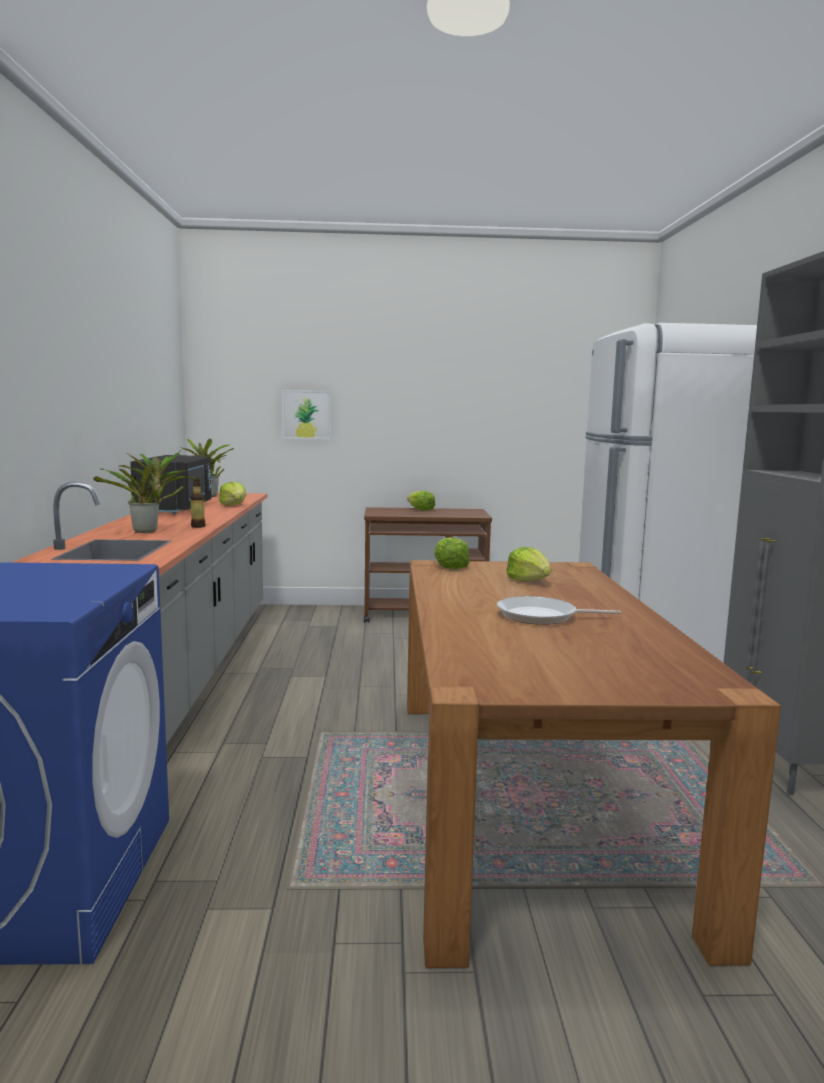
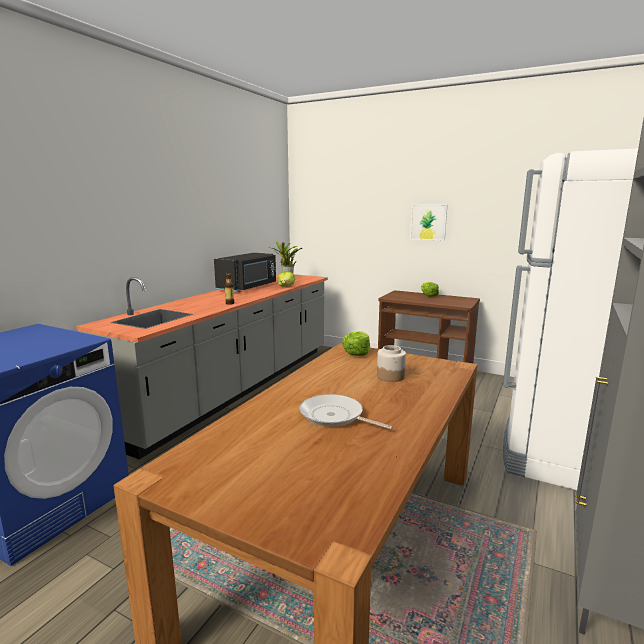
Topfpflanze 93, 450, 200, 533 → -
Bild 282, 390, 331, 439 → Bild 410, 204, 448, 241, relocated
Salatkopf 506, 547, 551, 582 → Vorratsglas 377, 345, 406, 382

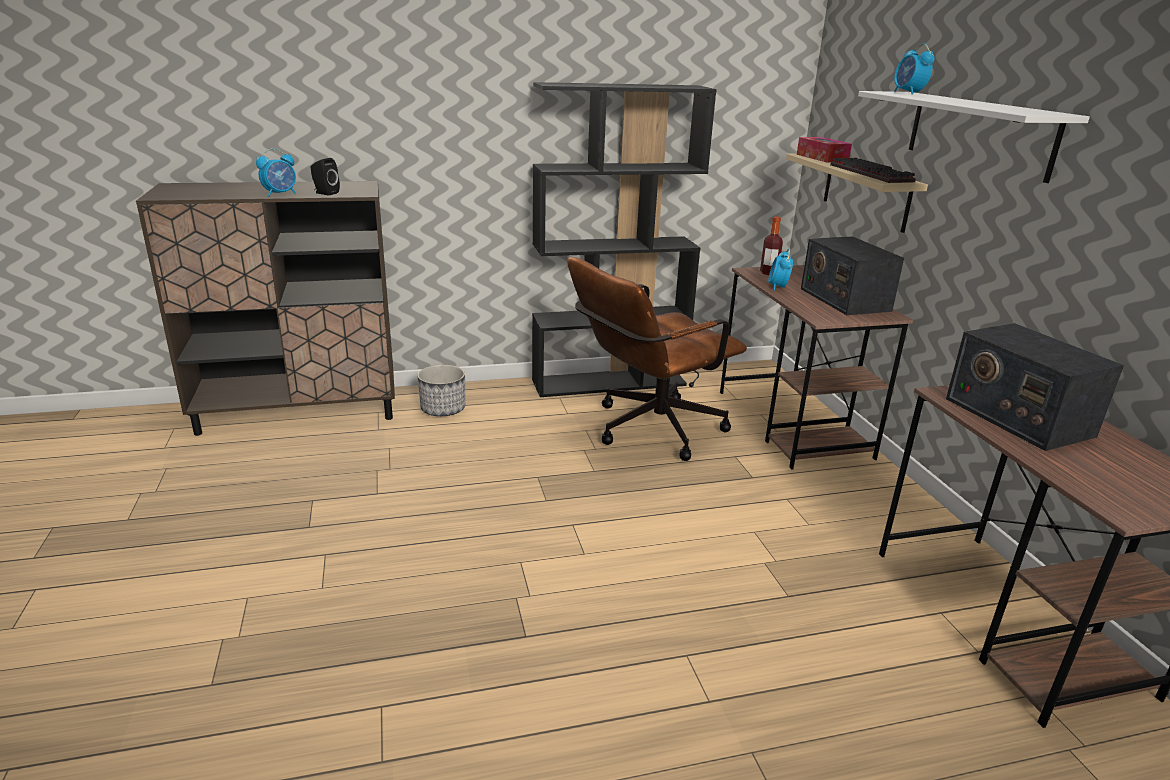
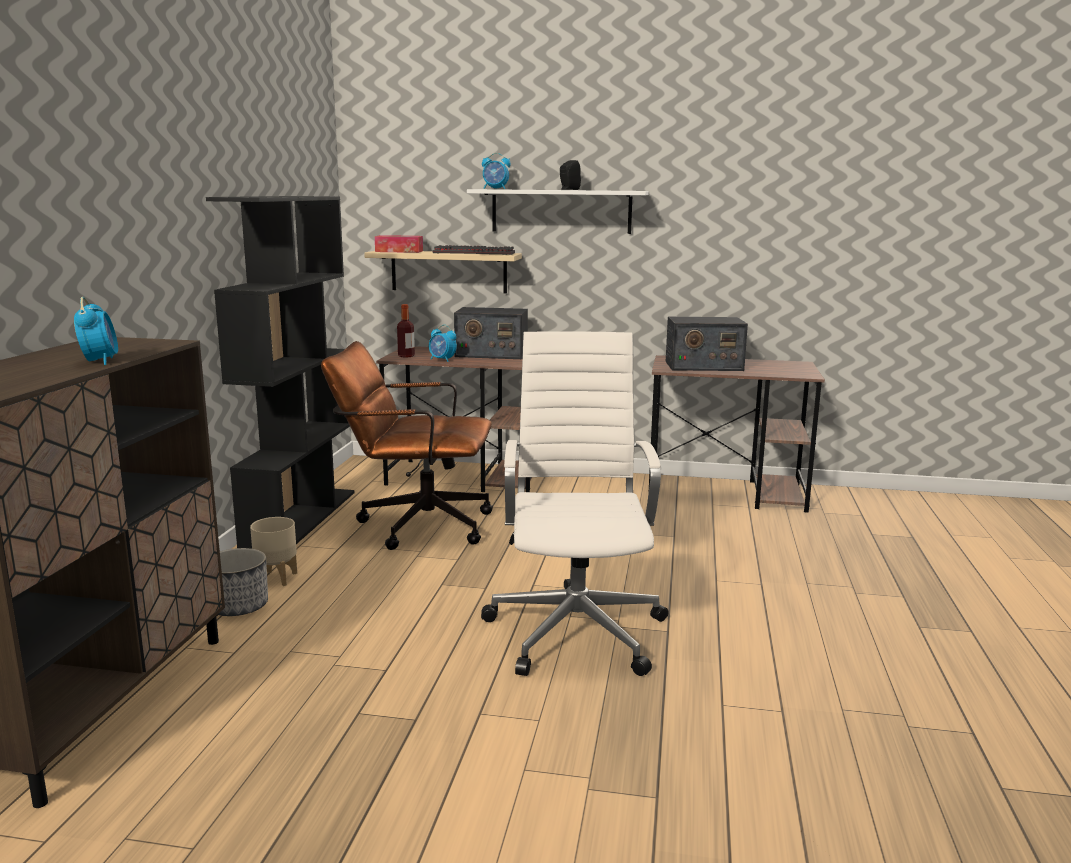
Lautsprecher (schwarz) 311, 158, 340, 195 → Lautsprecher (schwarz) 560, 160, 581, 190, relocated
Bürostuhl (braun) 567, 257, 747, 461 → Bürostuhl (braun) 321, 341, 493, 550, 105 degrees clockwise
- → Pflanzkübel (beige) 250, 517, 297, 586
- → Bürostuhl (weiß) 481, 331, 669, 676

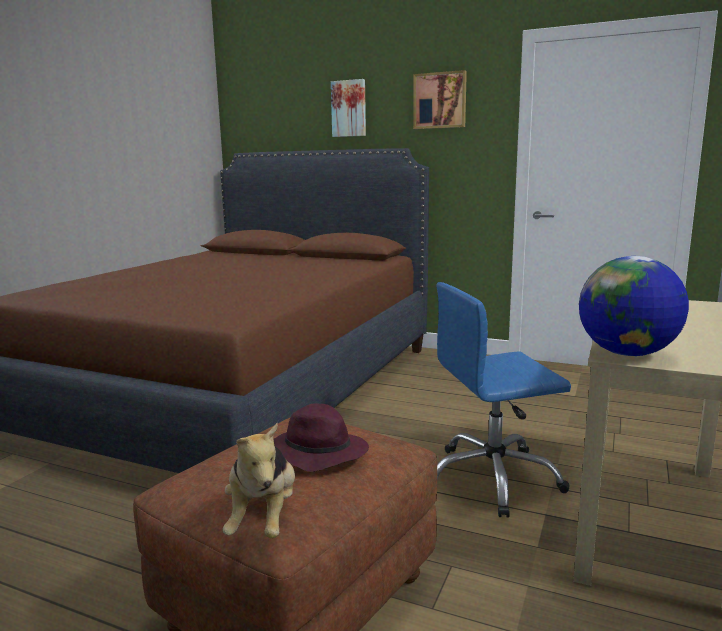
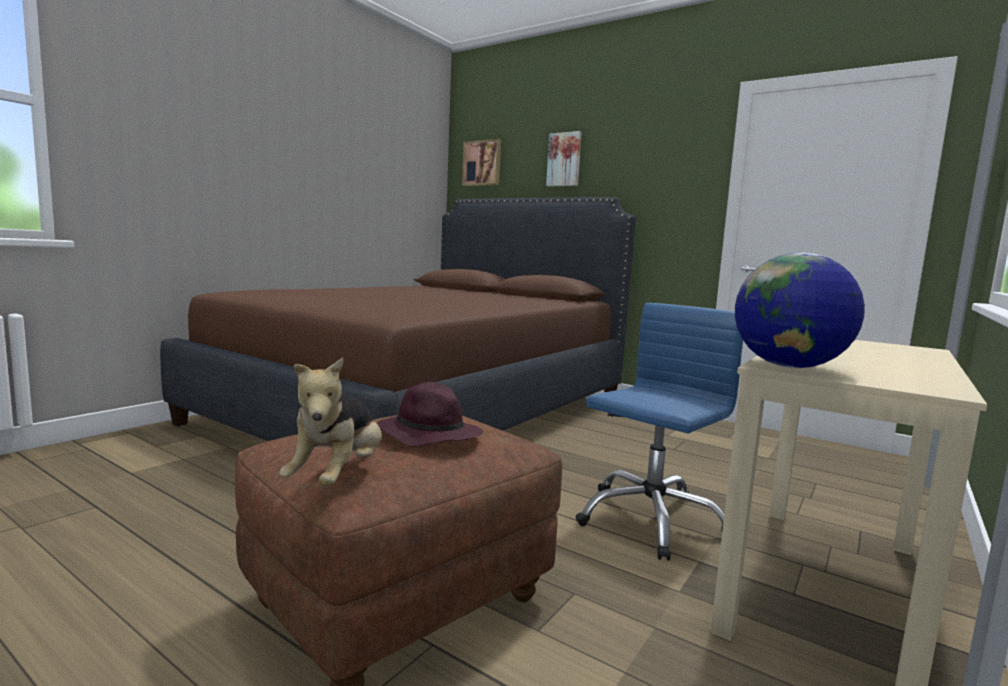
Bild 413, 70, 467, 129 → Bild 462, 139, 501, 186, relocated
Bürostuhl (blau) 436, 282, 571, 518 → Bürostuhl (blau) 575, 303, 743, 561, 135 degrees clockwise

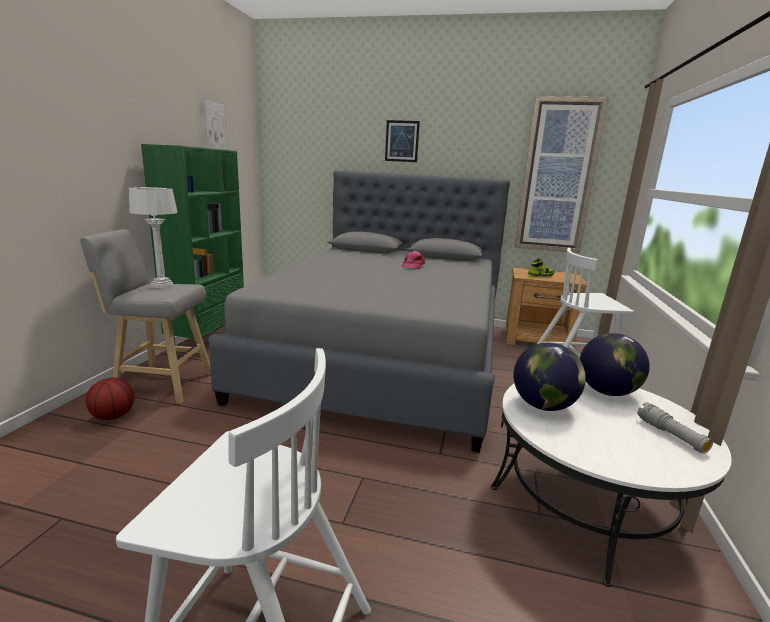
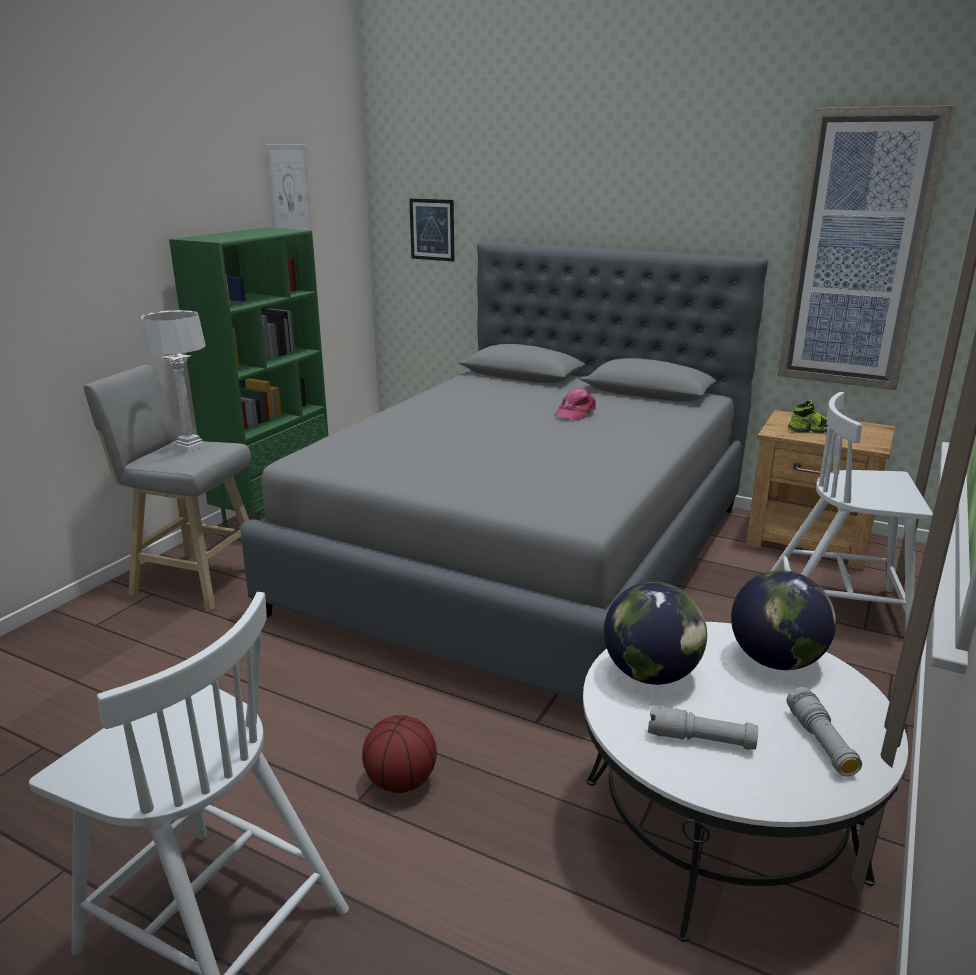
Basketball 85, 377, 135, 420 → Basketball 362, 715, 437, 793, relocated
Bild 385, 120, 420, 162 → Bild 409, 198, 455, 262, relocated
- → Taschenlampe (grau) 648, 705, 758, 750

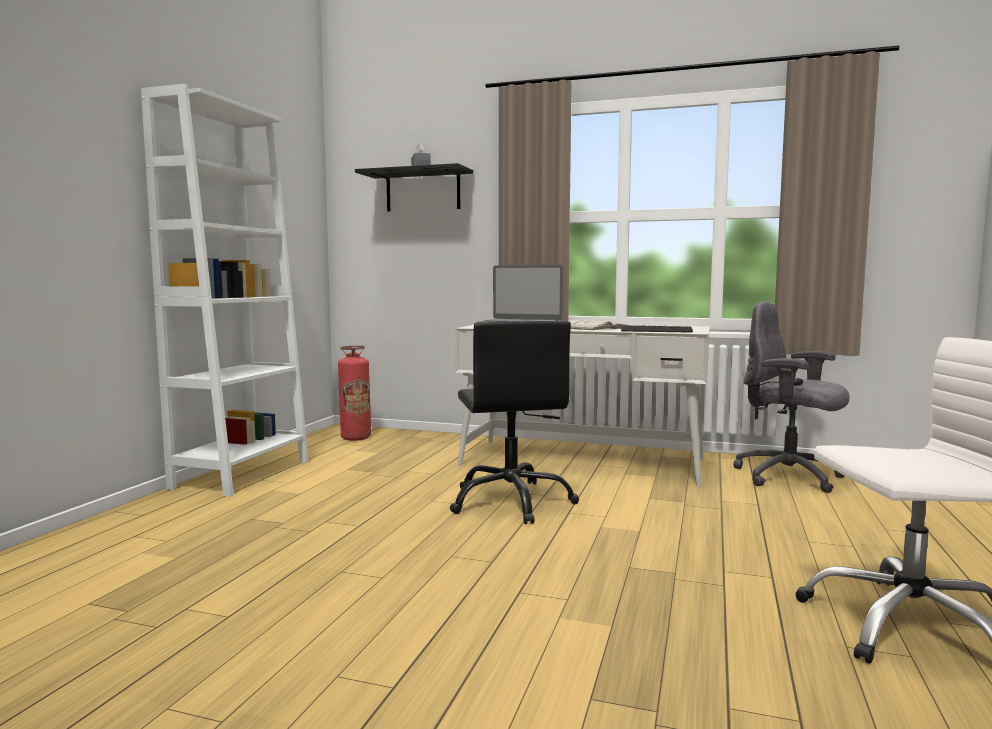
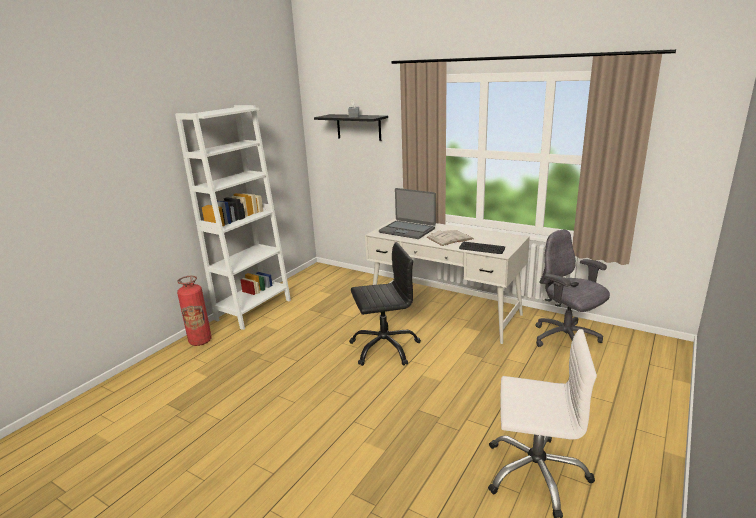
Feuerlöscher 338, 345, 371, 441 → Feuerlöscher 177, 276, 212, 346, relocated
Bürostuhl (schwarz) 450, 321, 579, 524 → Bürostuhl (schwarz) 349, 242, 421, 366, 105 degrees counterclockwise

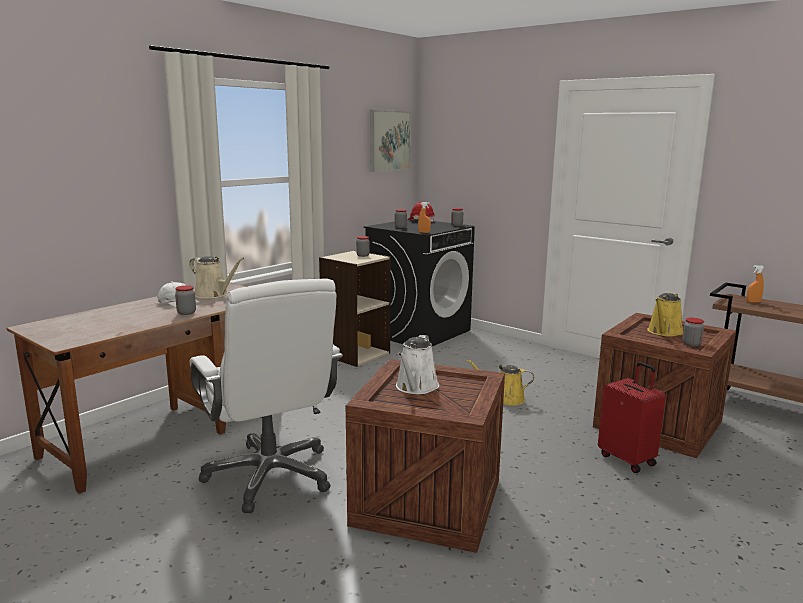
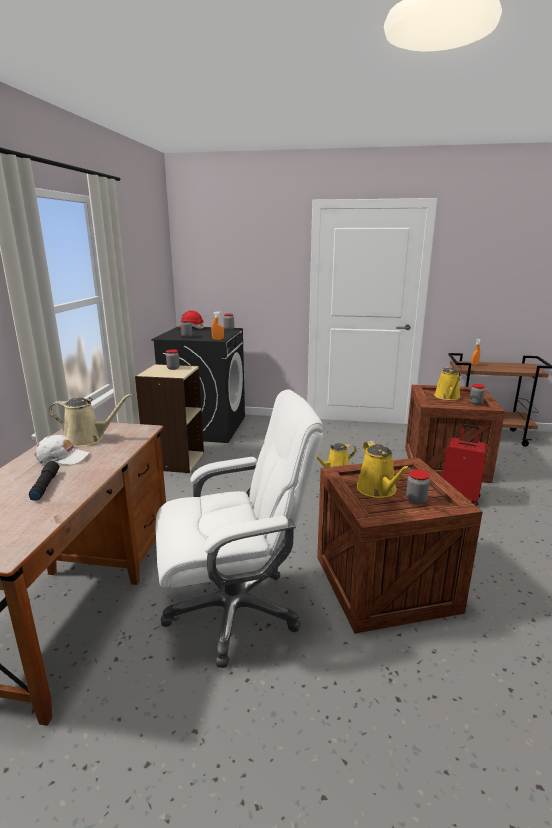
Vorratsglas 175, 285, 196, 315 → Vorratsglas 406, 470, 430, 504, relocated
Bürostuhl (weiß) 189, 279, 343, 513 → Bürostuhl (weiß) 156, 389, 324, 668, 45 degrees counterclockwise
Bild 370, 110, 411, 172 → -
Gießkanne (weiß) 396, 335, 439, 394 → Gießkanne (gelb) 357, 441, 410, 498
- → Taschenlampe (schwarz) 29, 461, 59, 500

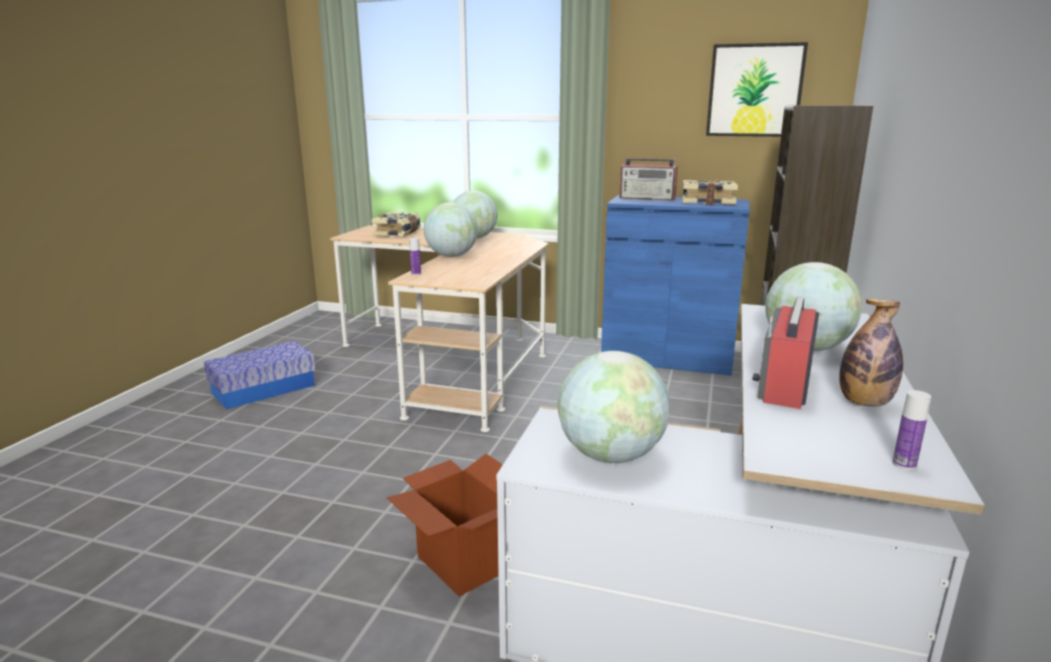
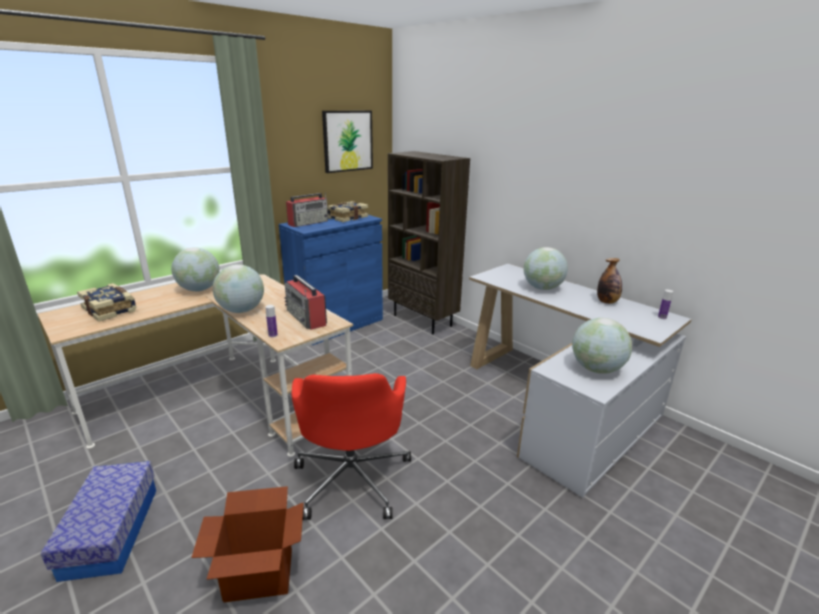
Karton 387, 454, 503, 597 → Karton 191, 486, 304, 603, relocated
Radio 752, 297, 819, 409 → Radio 284, 275, 327, 330, relocated
- → Bürostuhl (rot) 291, 373, 411, 520

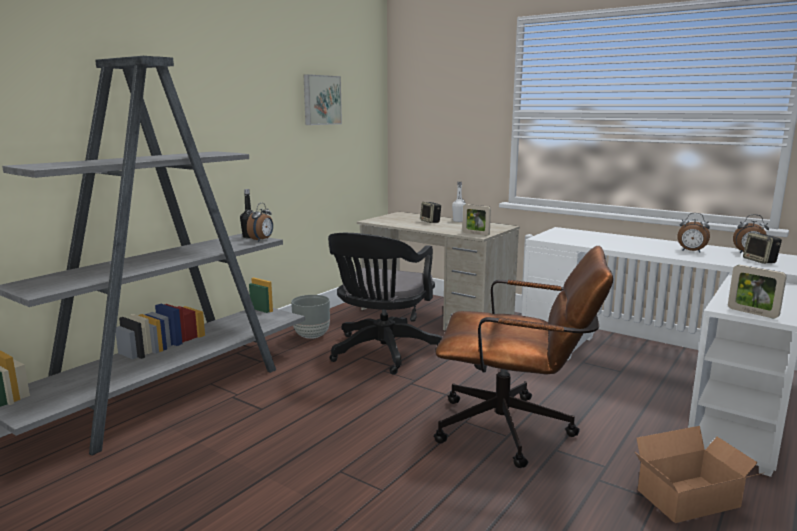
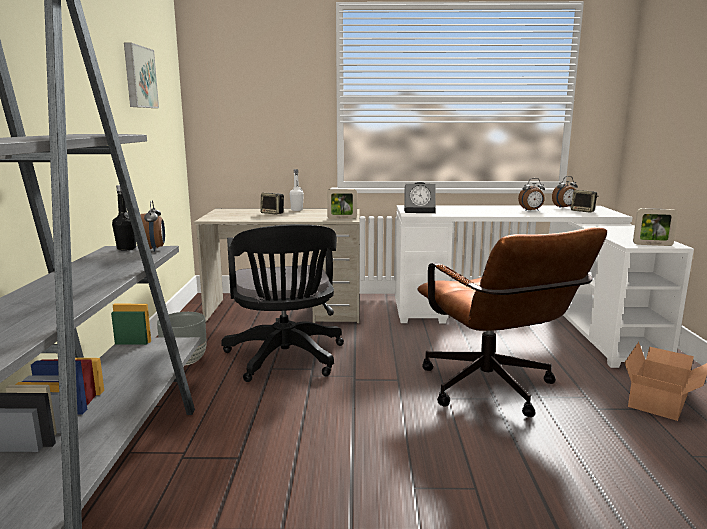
Bürostuhl (braun) 434, 246, 613, 468 → Bürostuhl (braun) 418, 227, 607, 417, 90 degrees clockwise
- → Wecker 404, 182, 435, 213

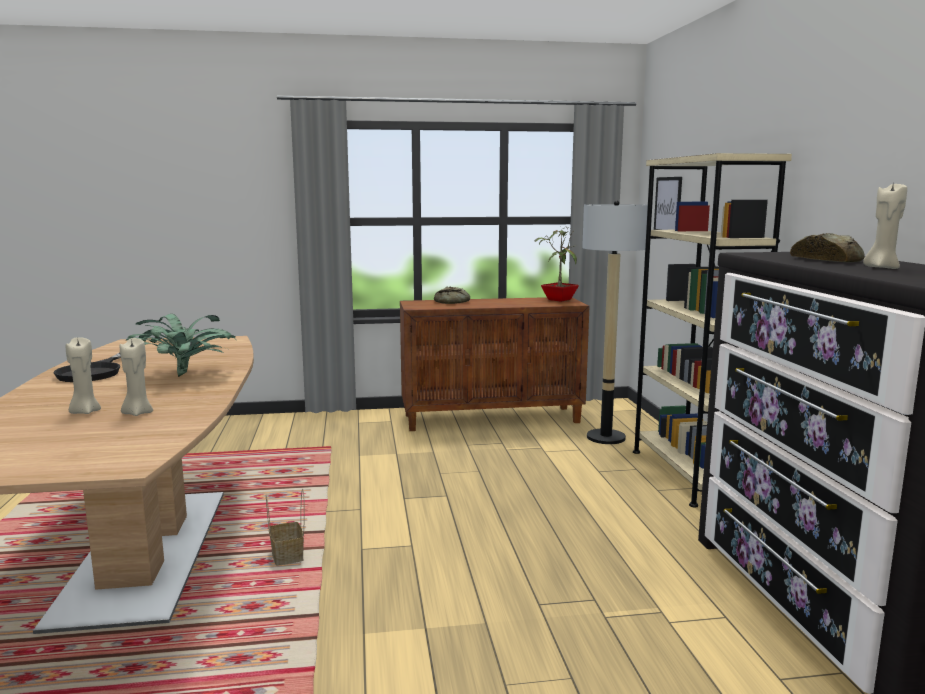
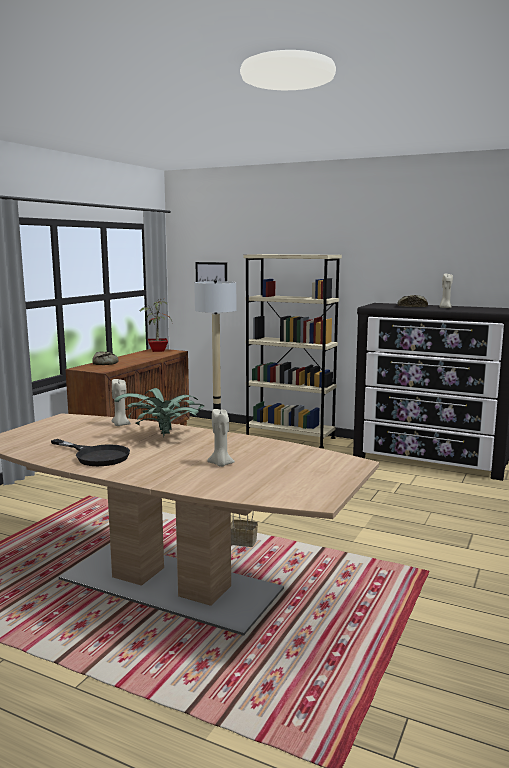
Kerze (beige) 120, 338, 153, 416 → Kerze (beige) 111, 379, 131, 426, relocated

